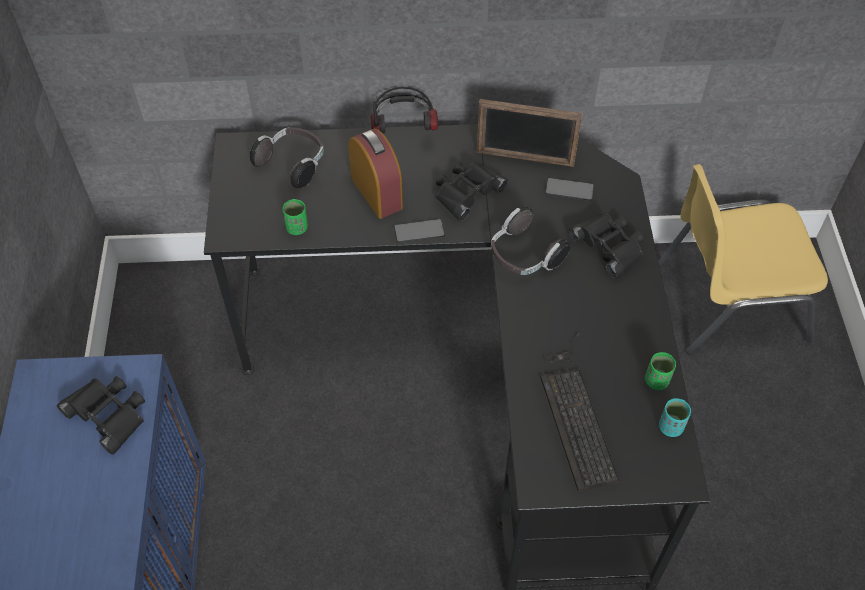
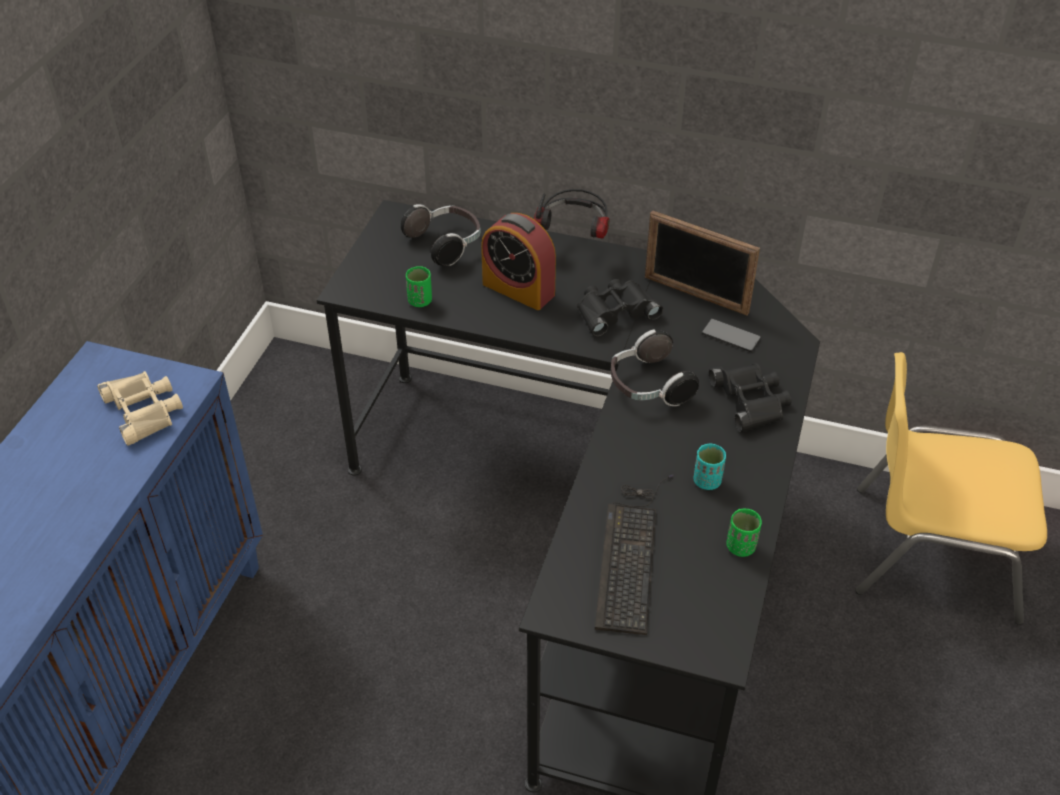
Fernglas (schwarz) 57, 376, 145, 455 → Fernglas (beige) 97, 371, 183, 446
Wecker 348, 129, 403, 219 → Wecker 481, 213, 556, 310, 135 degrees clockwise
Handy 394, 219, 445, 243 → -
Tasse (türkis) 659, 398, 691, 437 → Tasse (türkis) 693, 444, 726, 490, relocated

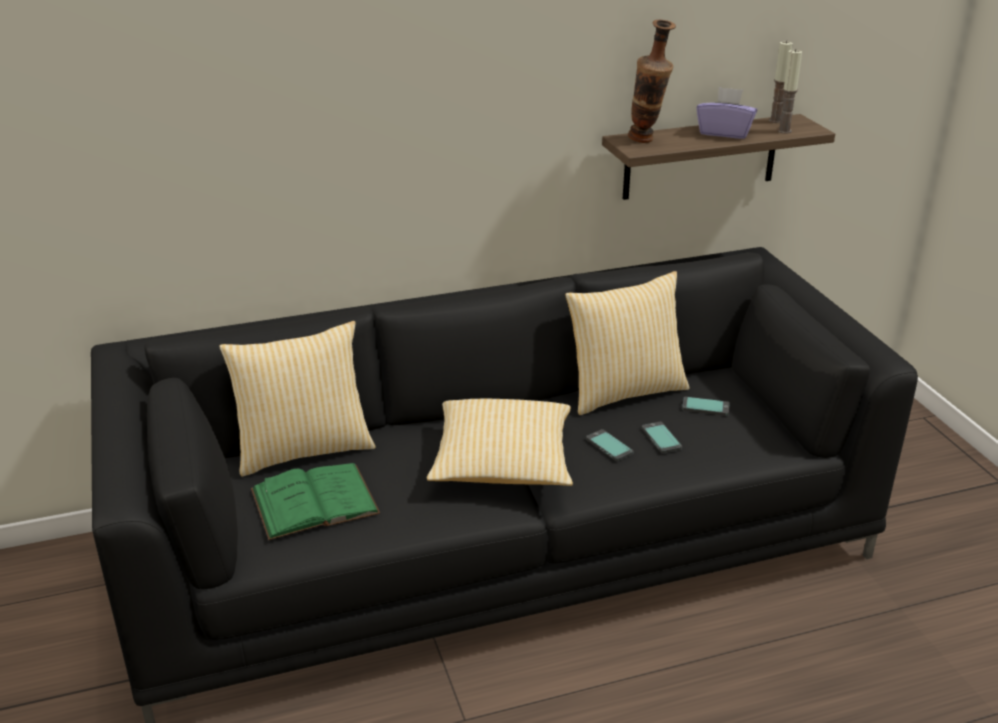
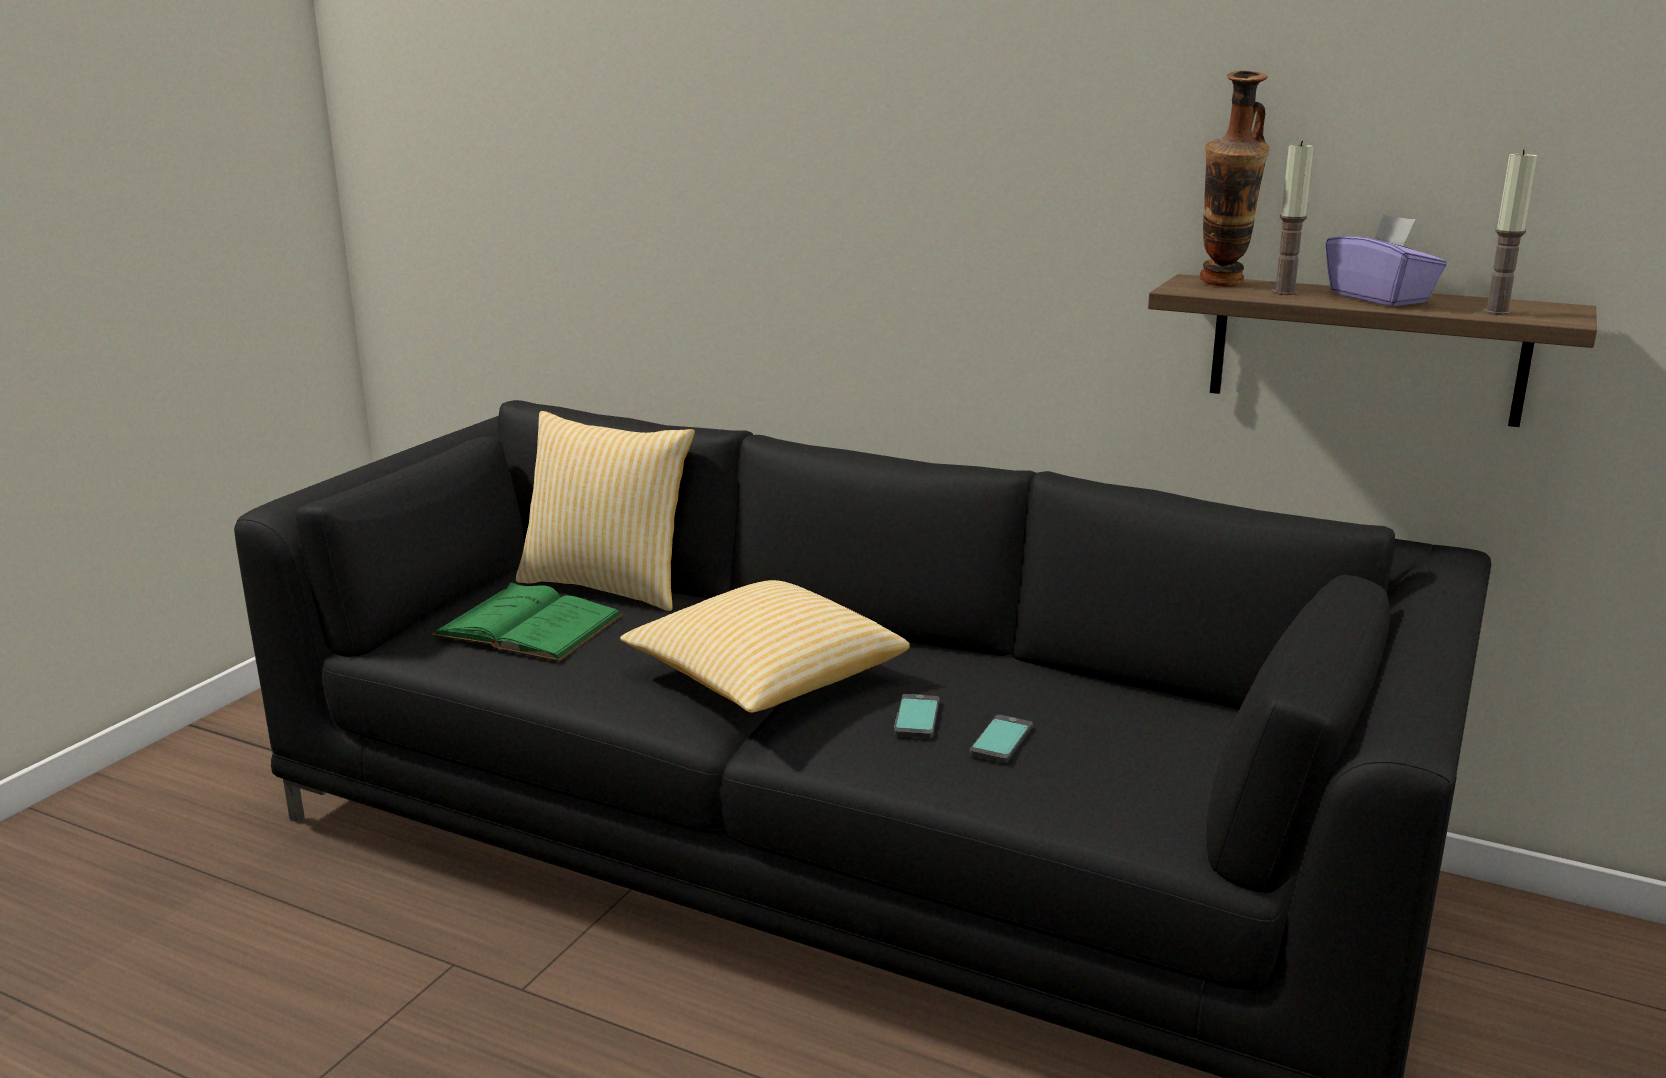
Kissen 565, 271, 690, 415 → -
Handy 682, 397, 730, 416 → -
Kerze 769, 40, 793, 123 → Kerze 1272, 141, 1314, 295, relocated

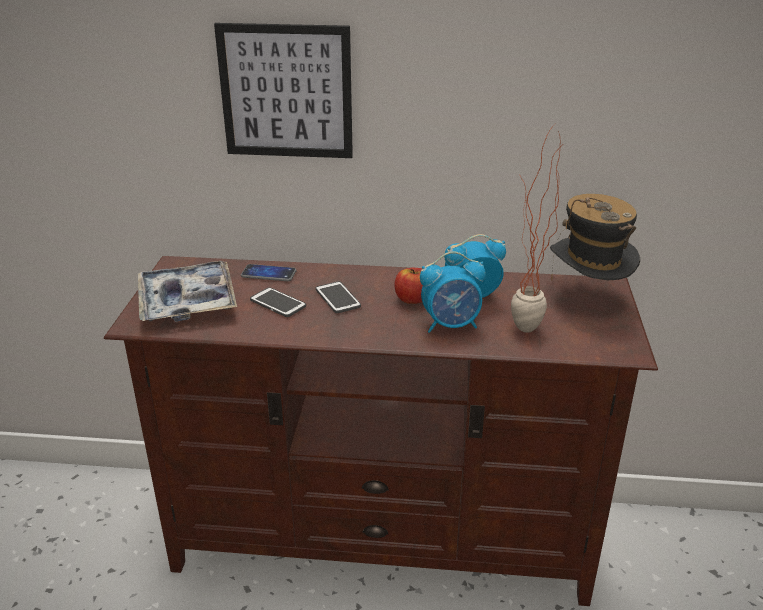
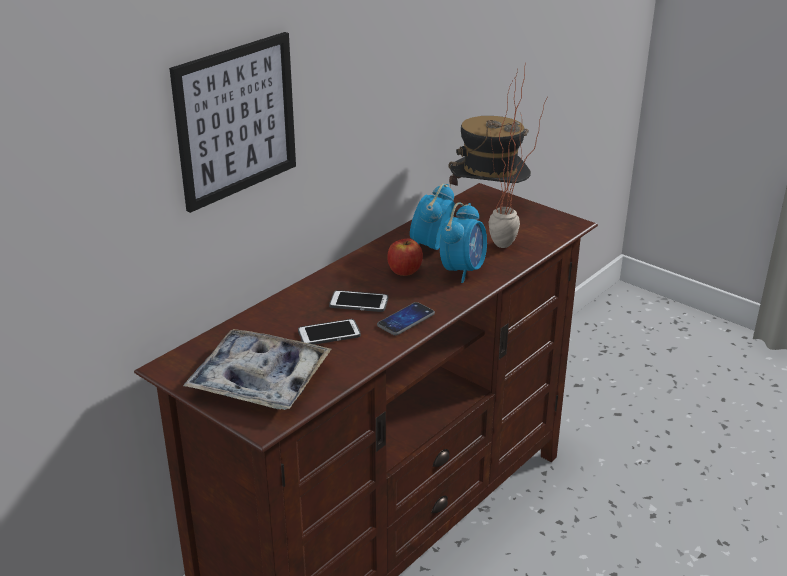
Handy 241, 264, 297, 281 → Handy 377, 302, 435, 336, relocated

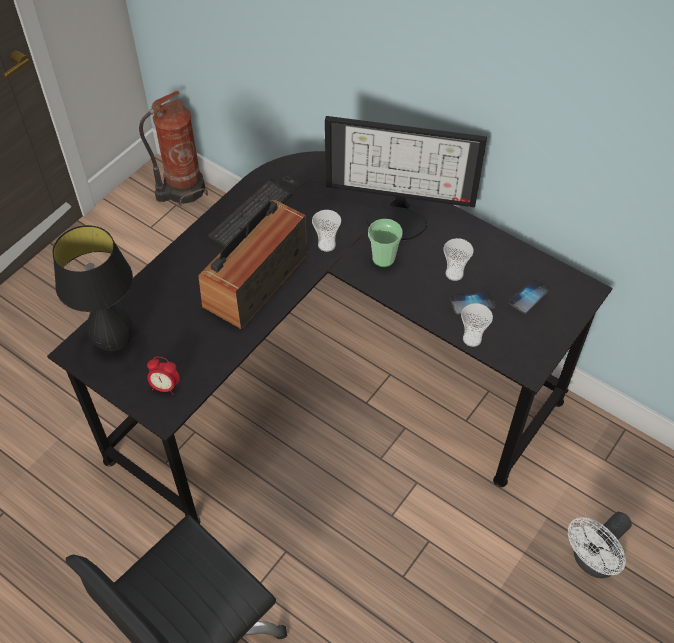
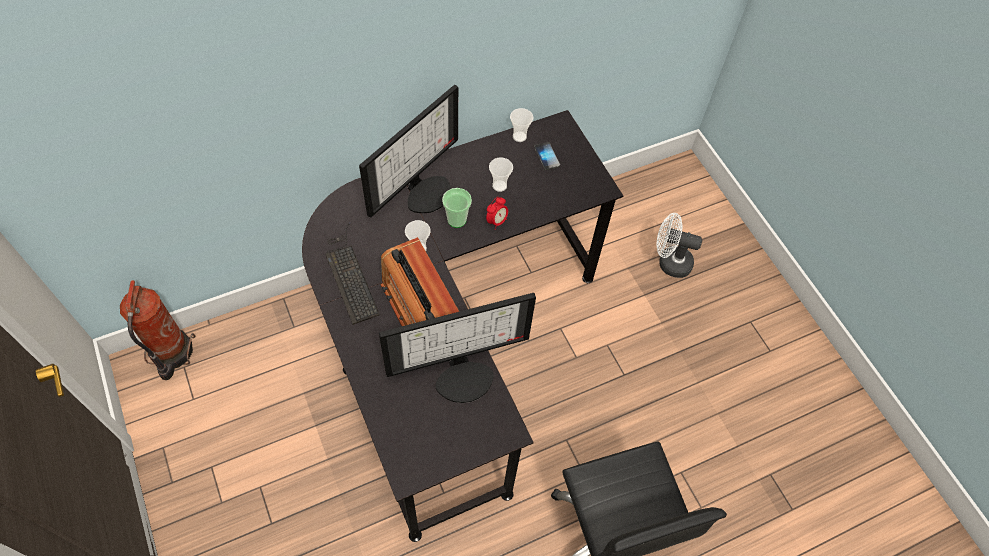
Tischlampe (schwarz) 53, 225, 133, 351 → -
Wecker 147, 357, 180, 395 → Wecker 486, 197, 508, 230, relocated
Handy 450, 291, 496, 315 → -
Tasse 461, 303, 493, 347 → Tasse 510, 108, 533, 142, relocated
Ventilator (weiß) 568, 512, 632, 578 → Ventilator (weiß) 656, 213, 702, 278, 120 degrees clockwise
- → Monitor 379, 293, 536, 403

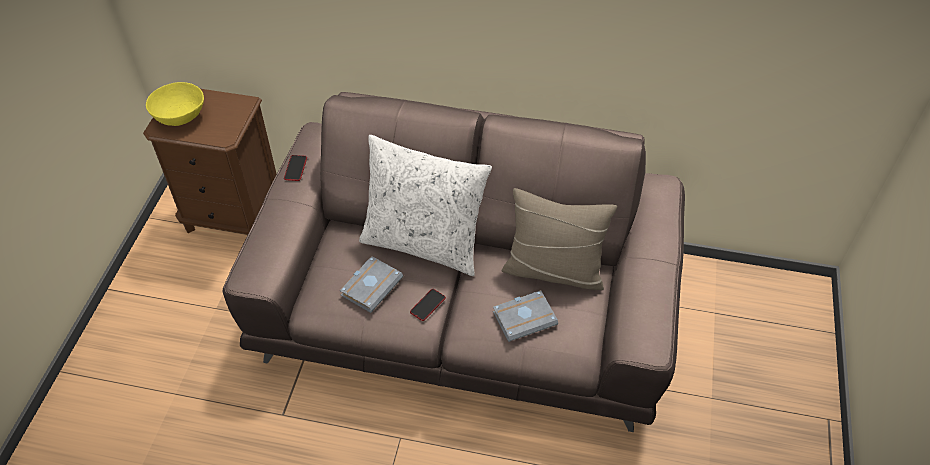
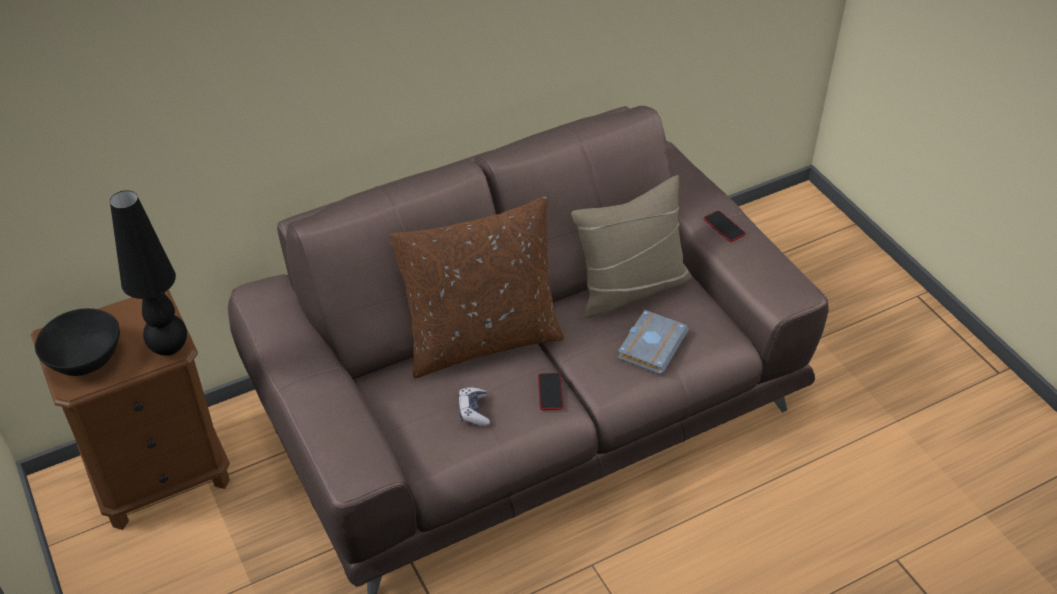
Schüssel (gelb) 146, 82, 204, 126 → Schüssel (schwarz) 35, 308, 120, 376
Handy 284, 155, 307, 181 → Handy 704, 211, 746, 242, relocated
Buch (grau) 340, 256, 403, 313 → Gamepad 458, 387, 490, 426
Kissen (weiß) 359, 135, 492, 276 → Kissen (braun) 389, 196, 564, 378
- → Tischlampe (schwarz) 110, 190, 187, 356

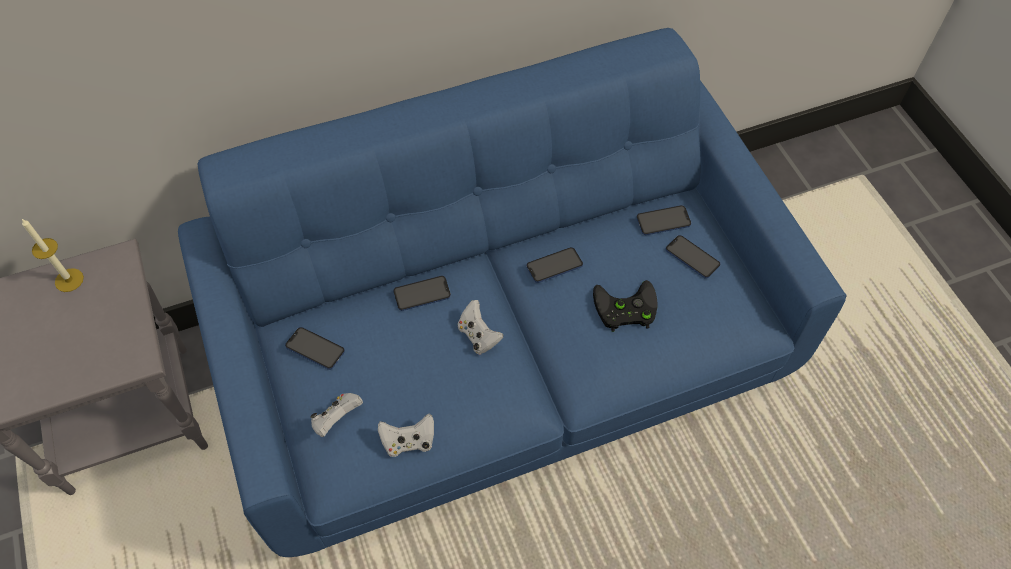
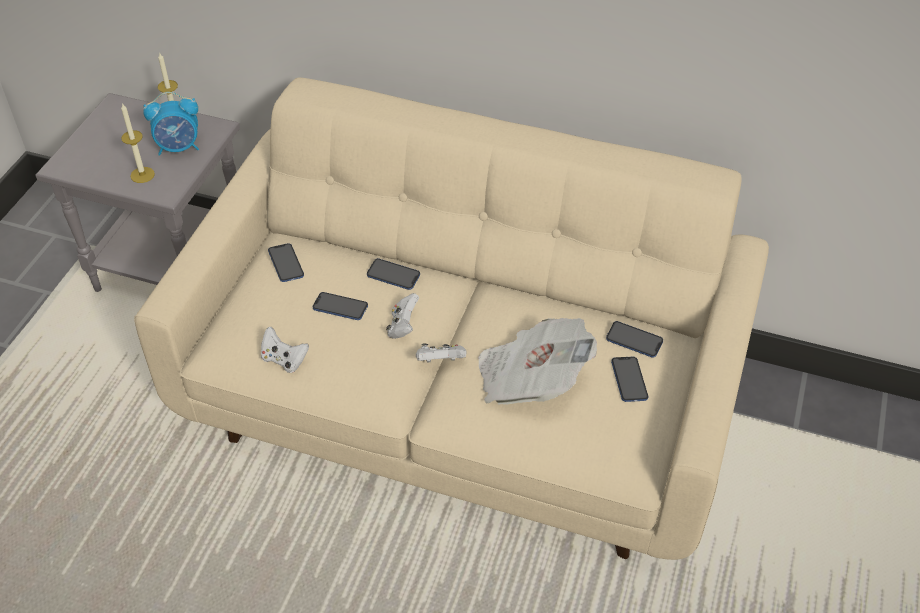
Sofa (blau) 178, 28, 846, 557 → Sofa (beige) 134, 77, 769, 560
Gamepad (weiß) 310, 393, 363, 437 → Gamepad (weiß) 416, 344, 467, 363, relocated
Handy 526, 247, 583, 283 → Handy 313, 292, 368, 320, relocated
Gamepad (schwarz) 593, 280, 657, 332 → Zeitung 478, 318, 597, 404
- → Kerze 121, 103, 155, 183
- → Wecker 143, 92, 199, 156

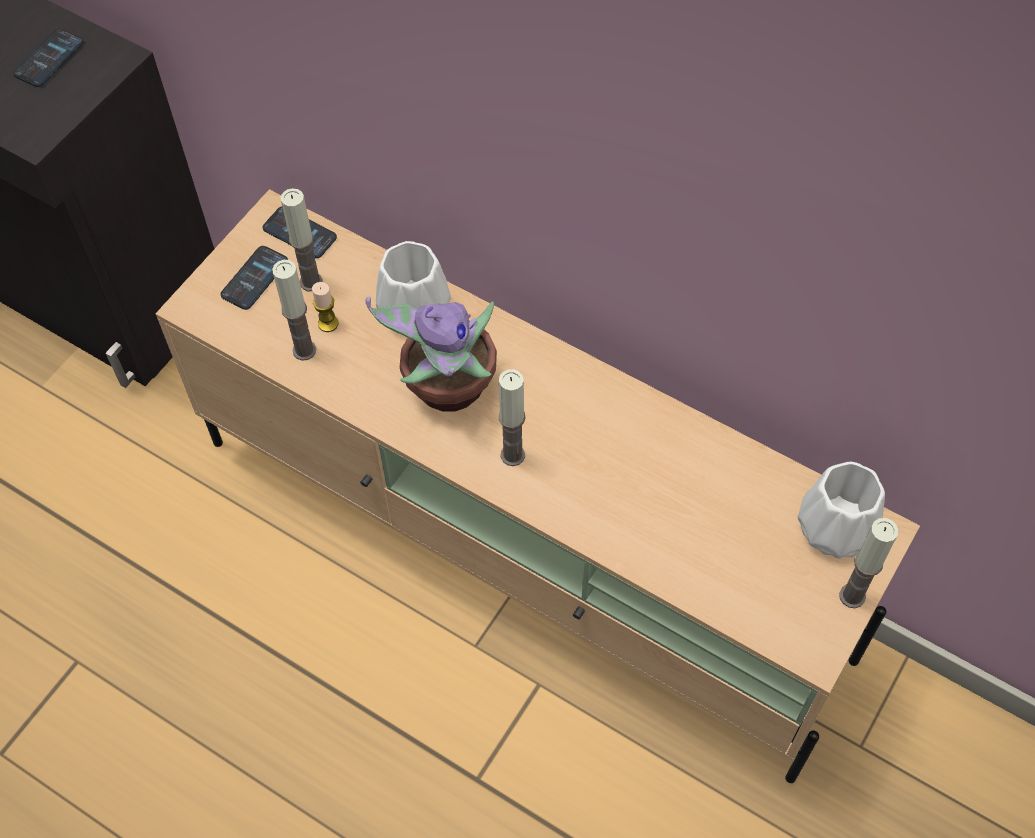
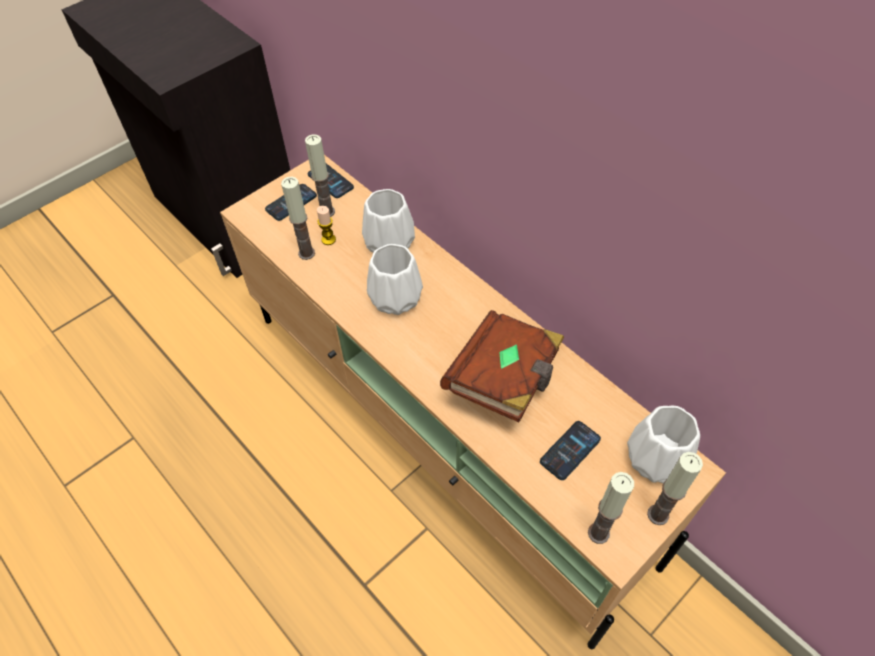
Handy 13, 28, 84, 87 → Handy 540, 421, 601, 480, relocated
Topfpflanze 365, 297, 497, 412 → Vase (weiß) 367, 244, 423, 315
Kerze 499, 369, 526, 466 → Kerze 588, 472, 634, 544, relocated
- → Buch (braun) 440, 310, 564, 422

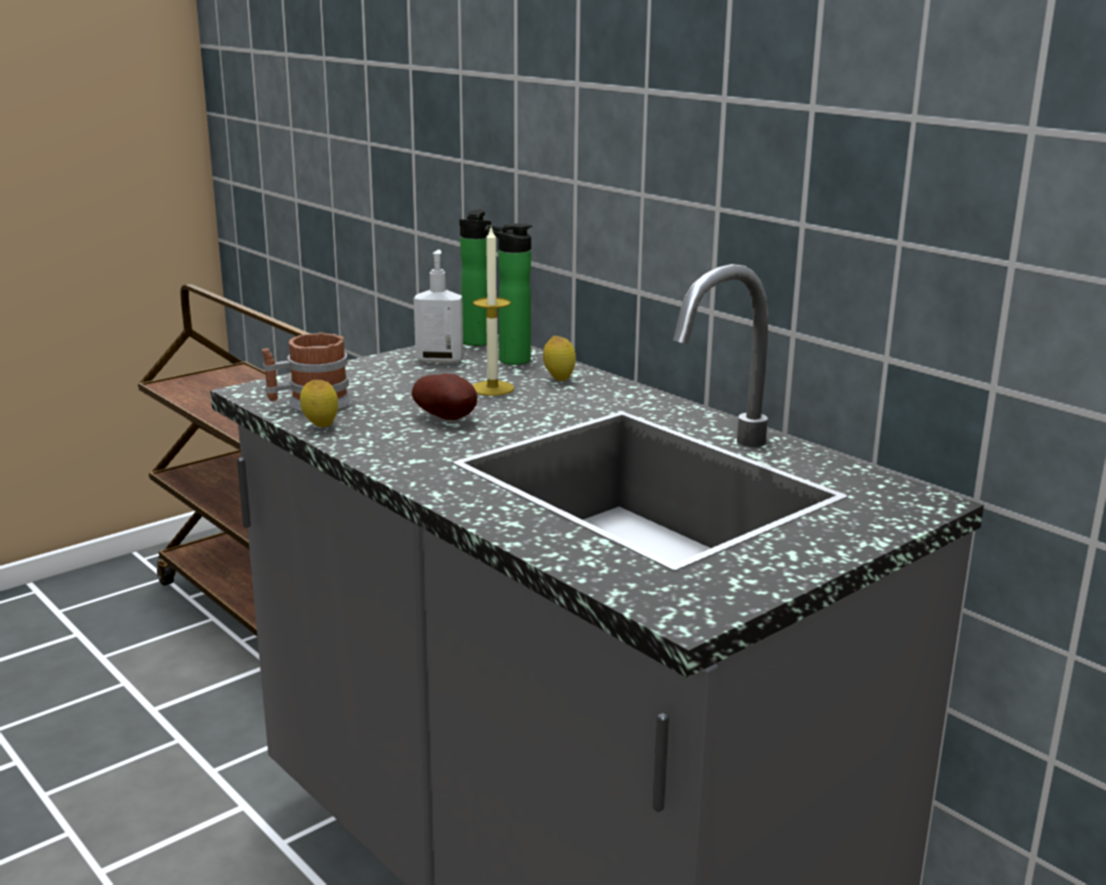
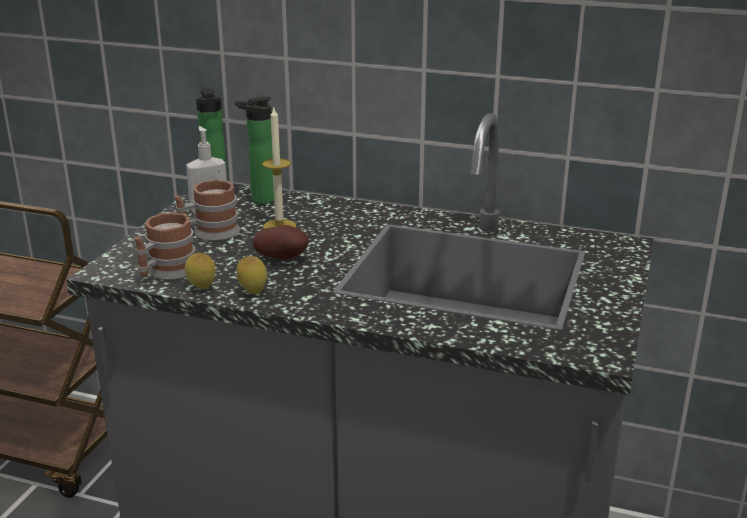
Zitrone 543, 336, 576, 381 → Zitrone 236, 256, 267, 294, relocated
- → Henkelbecher 175, 179, 240, 241

